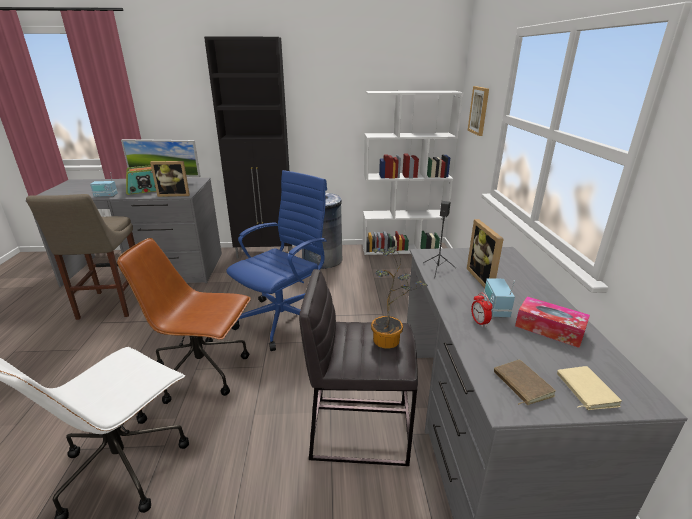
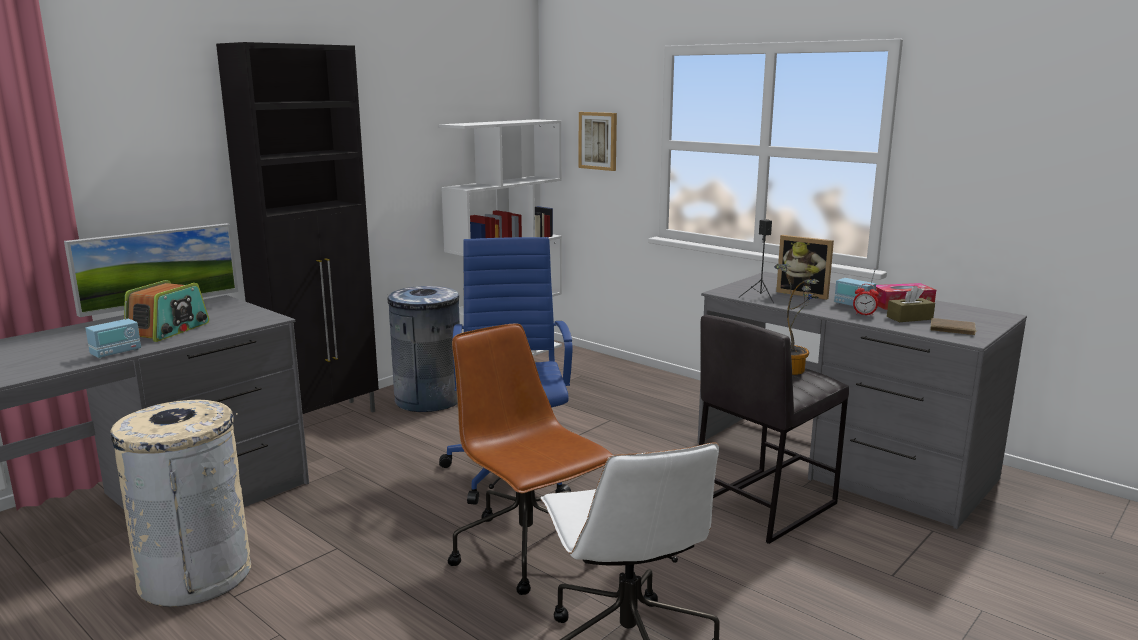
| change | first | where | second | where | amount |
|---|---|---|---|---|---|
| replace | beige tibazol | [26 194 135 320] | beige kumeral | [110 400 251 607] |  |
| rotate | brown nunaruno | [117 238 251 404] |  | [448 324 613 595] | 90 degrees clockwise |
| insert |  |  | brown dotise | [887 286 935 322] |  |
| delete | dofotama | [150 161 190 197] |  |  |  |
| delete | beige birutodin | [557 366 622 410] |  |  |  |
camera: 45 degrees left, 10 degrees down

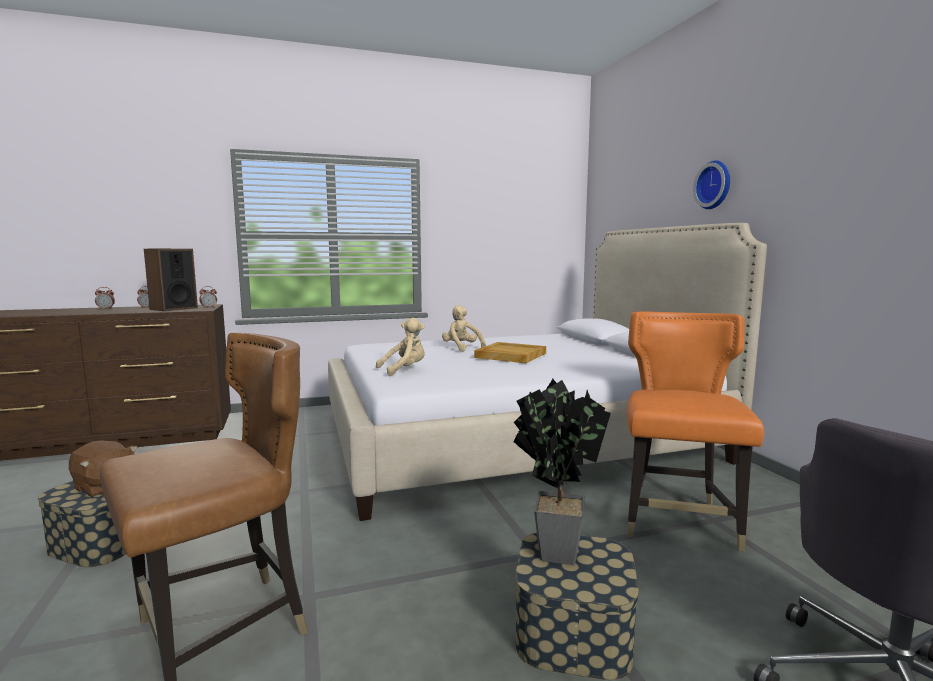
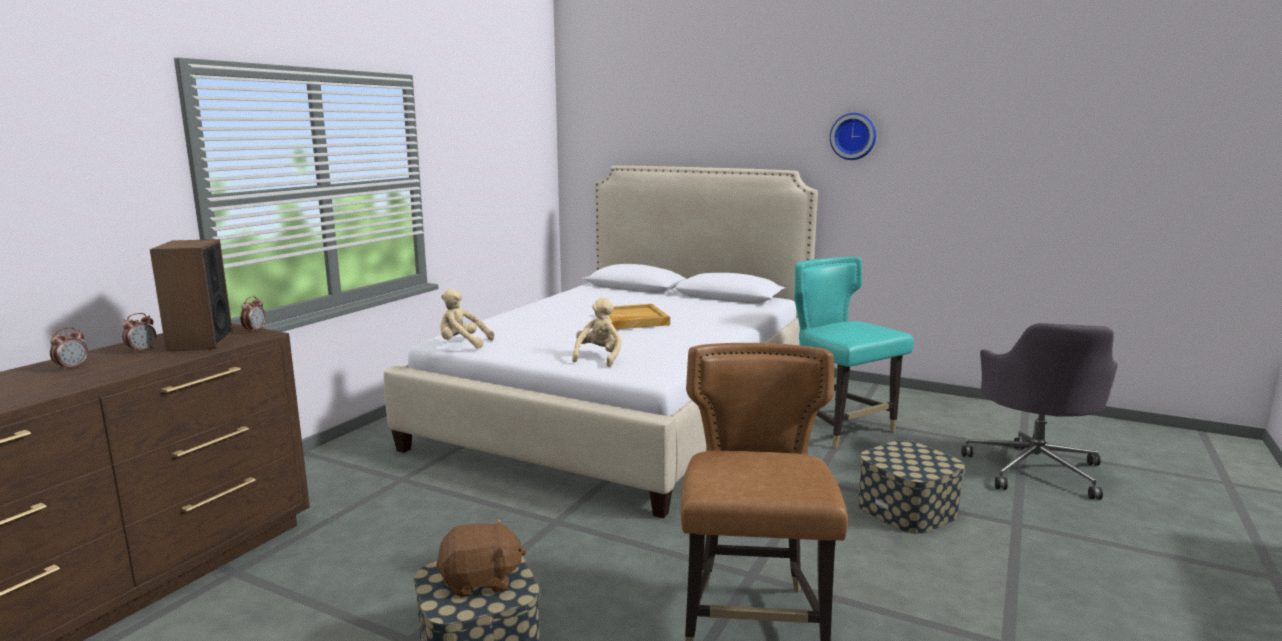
| change | first | where | second | where | amount |
|---|---|---|---|---|---|
| move | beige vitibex | [442 305 486 351] |  | [440 289 494 349] |  |
| recolor | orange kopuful | [627 311 764 551] | turquoise kopuful | [794 257 914 449] |  |
| move | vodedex | [693 160 730 209] |  | [830 113 876 160] |  |
| delete | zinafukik | [513 379 611 565] |  |  |  |
camera: 45 degrees left, 5 degrees up

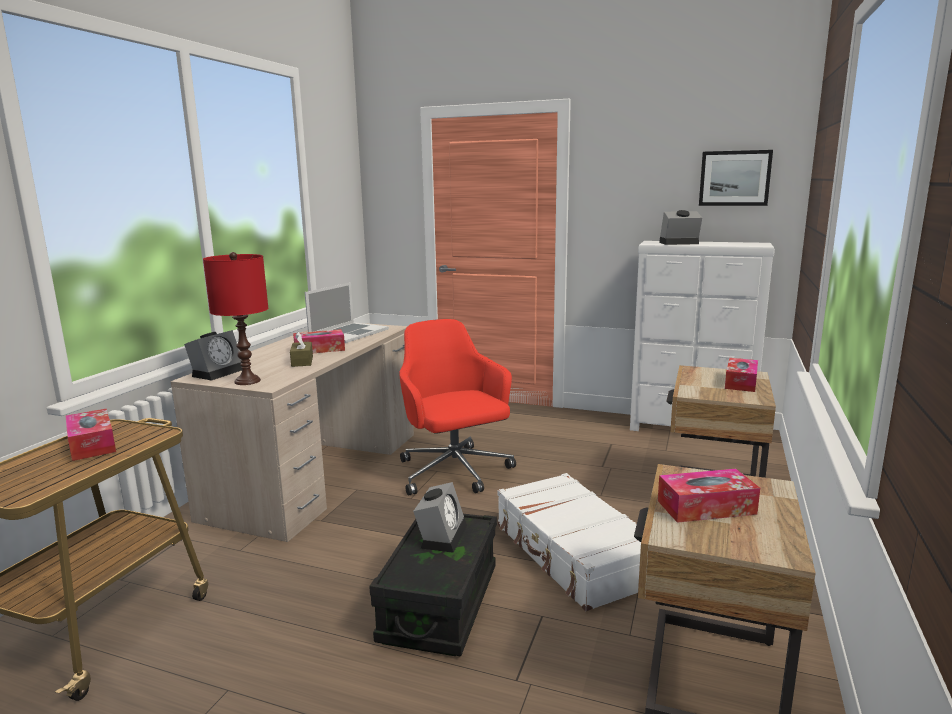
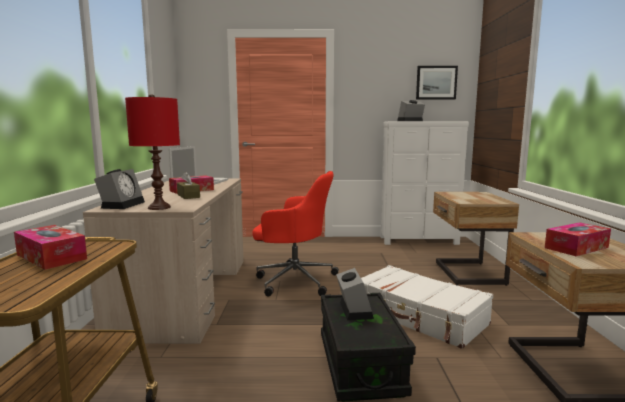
| change | first | where | second | where | amount |
|---|---|---|---|---|---|
| rotate | red nunaruno | [399 319 516 496] |  | [252 171 339 296] | 150 degrees clockwise |
| delete | dotise | [725 358 758 392] |  |  |  |
camera: 20 degrees left, 5 degrees down

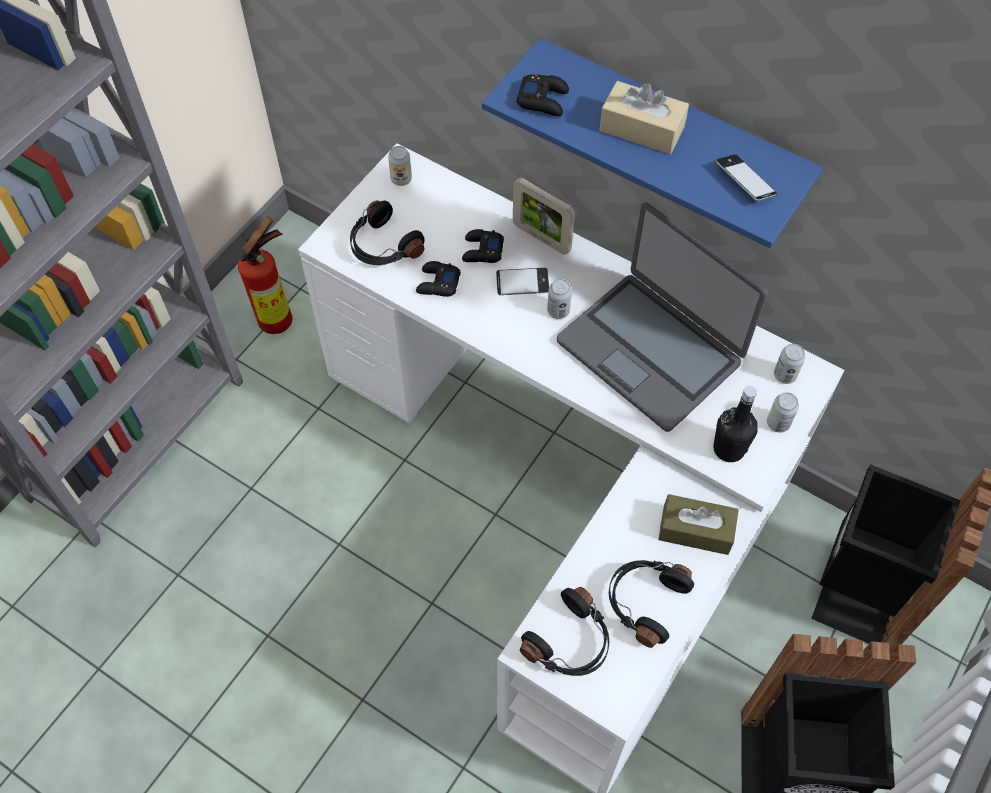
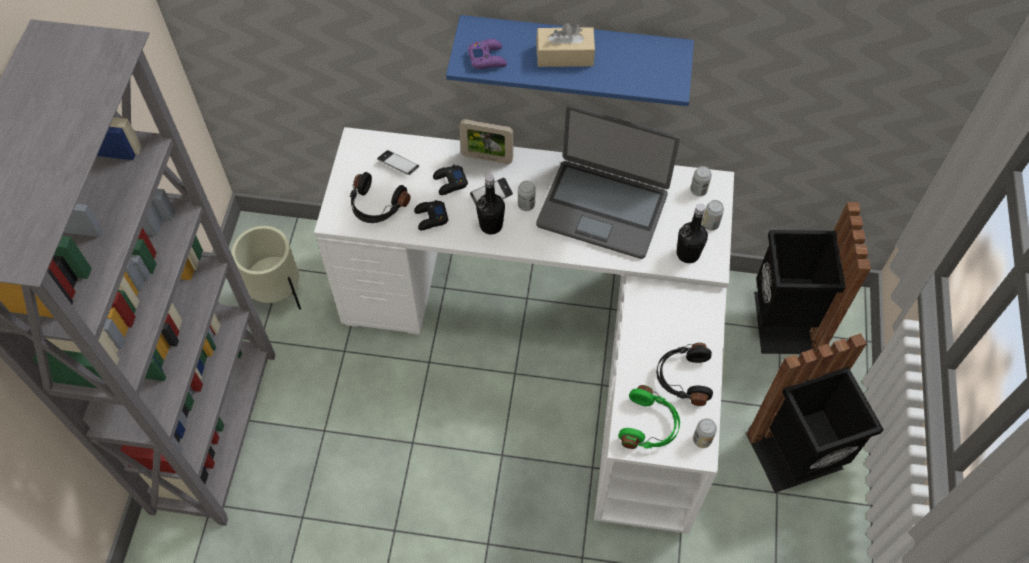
| change | first | where | second | where | amount |
|---|---|---|---|---|---|
| replace | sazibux | [238 216 292 334] | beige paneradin | [231 226 301 310] |  |
| move | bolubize | [715 154 777 202] |  | [377 150 419 175] |  |
| recolor | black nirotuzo | [517 74 569 116] | purple nirotuzo | [468 39 507 69] |  |
| insert |  |  | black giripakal | [476 174 505 234] |  |
| recolor | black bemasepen | [520 587 609 676] | green bemasepen | [618 385 680 449] |  |
| move | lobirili | [388 146 412 186] |  | [693 419 717 448] |  |
| delete | brown dotise | [659 494 739 555] |  |  |  |
camera: 25 degrees left, 0 degrees up

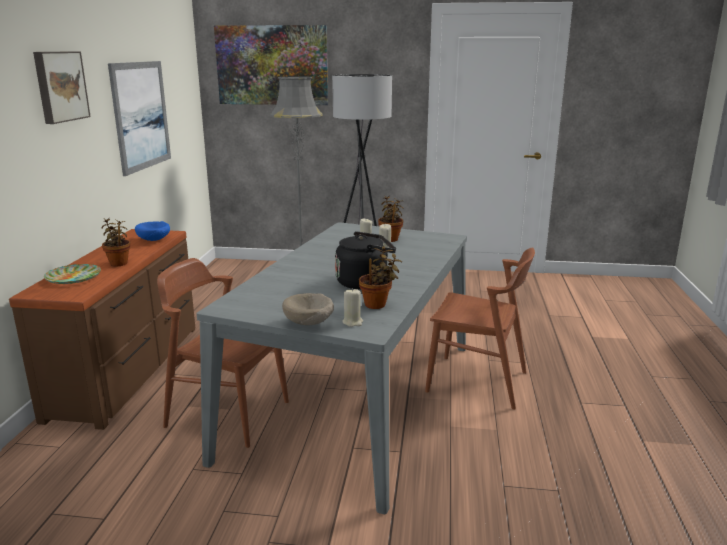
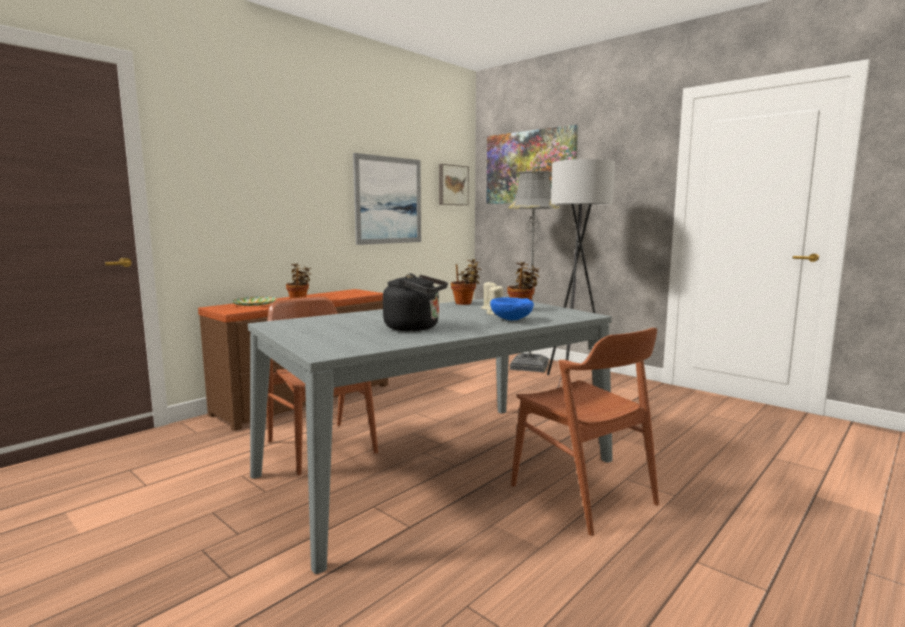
| change | first | where | second | where | amount |
|---|---|---|---|---|---|
| move | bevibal | [33 51 91 124] |  | [439 164 469 205] |  |
| move | zinafukik | [359 246 402 309] |  | [451 259 482 305] |  |
| move | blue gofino | [135 221 170 241] |  | [490 297 534 320] |  |
| delete | beige gofino | [282 293 334 325] |  |  |  |
| delete | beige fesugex | [342 288 363 327] |  |  |  |
camera: 35 degrees right, 10 degrees down

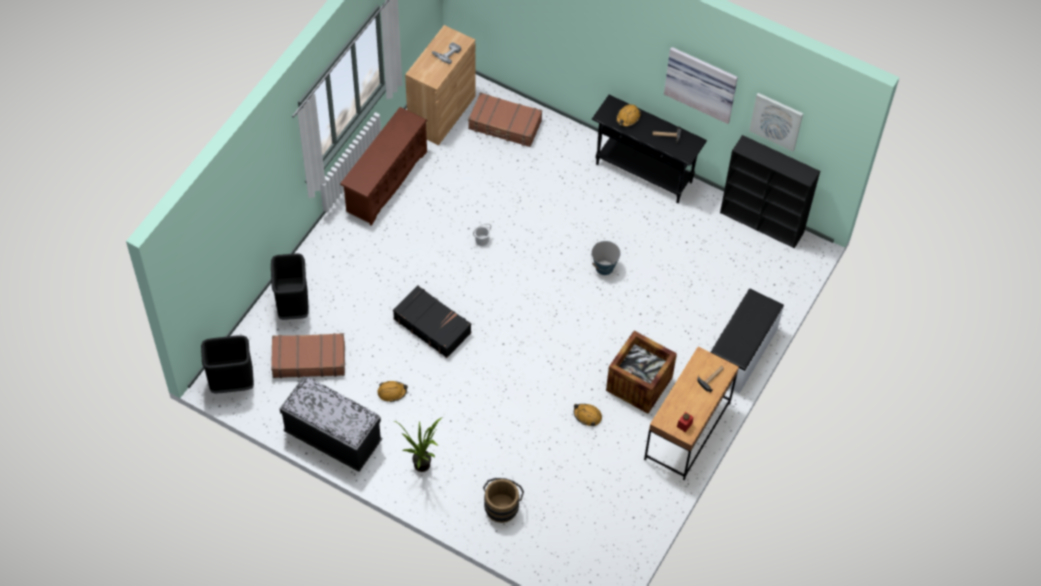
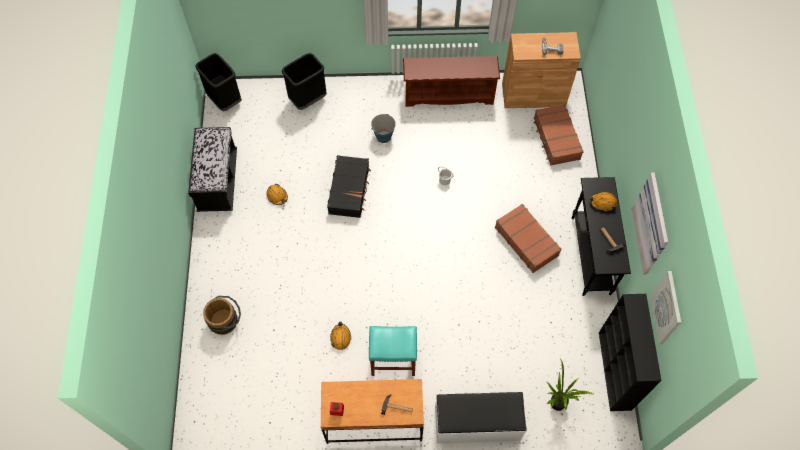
| change | first | where | second | where | amount |
|---|---|---|---|---|---|
| replace | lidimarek | [606 331 677 414] | turquoise tibazol | [369 326 417 376] |  |
| move | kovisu | [591 241 621 275] |  | [371 114 396 143] |  |
| move | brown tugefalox | [271 333 345 378] |  | [495 204 562 273] |  |
| move | zinafukik | [395 417 442 472] |  | [547 357 593 411] |  |
camera: 60 degrees right, 5 degrees up

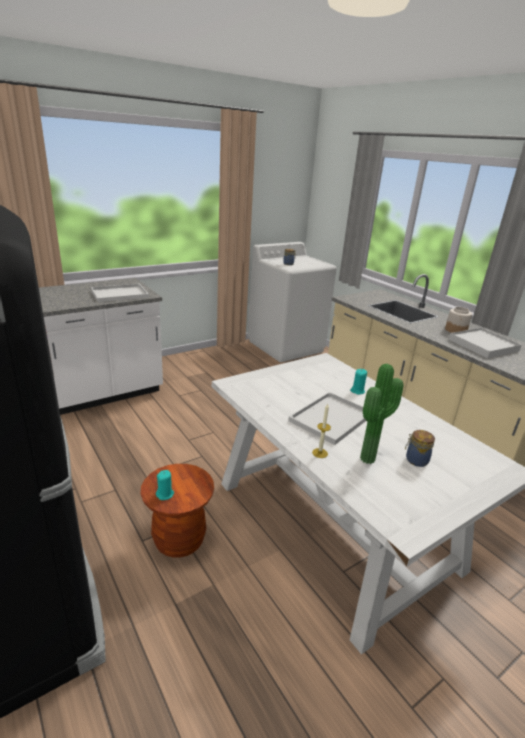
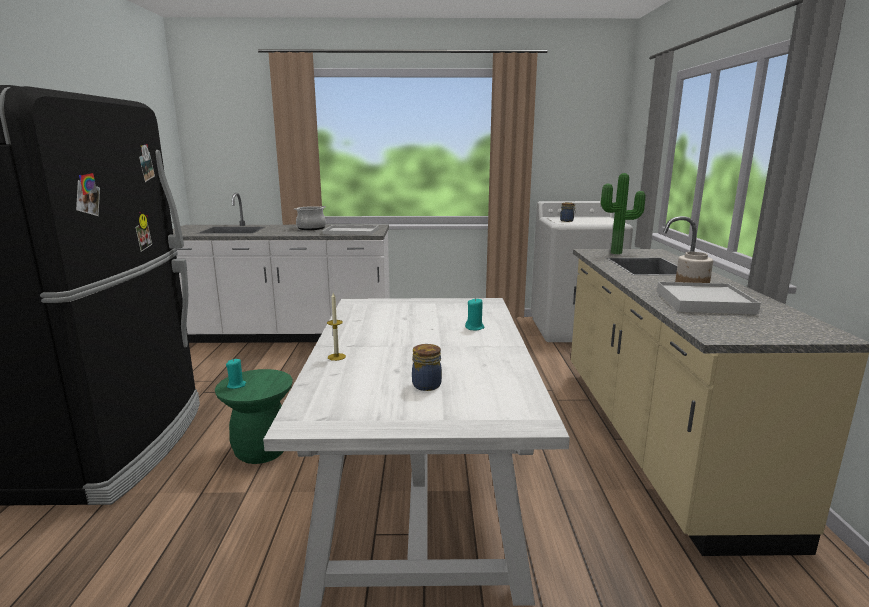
| change | first | where | second | where | amount |
|---|---|---|---|---|---|
| recolor | brown tibazol | [141 464 214 557] | green tibazol | [215 369 293 464] |  |
| insert |  |  | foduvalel | [294 206 326 230] |  |
| move | zinafukik | [360 364 403 464] |  | [601 173 645 254] |  |
| delete | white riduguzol | [288 392 366 445] |  |  |  |
camera: 35 degrees right, 10 degrees down

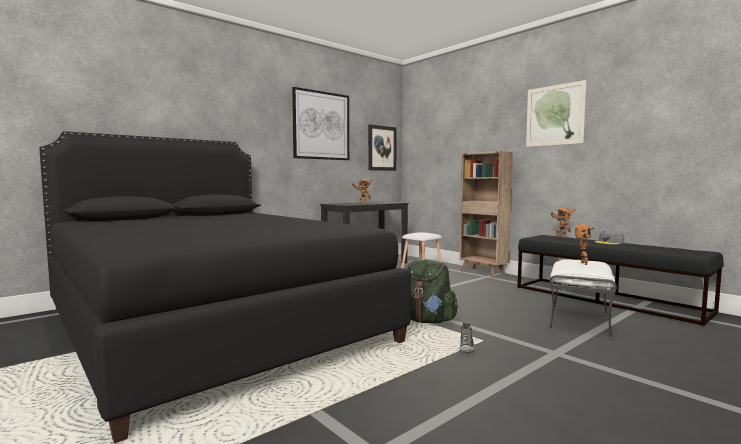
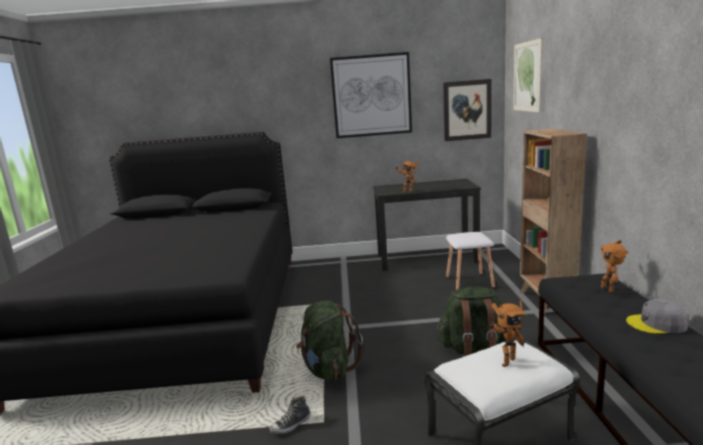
| change | first | where | second | where | amount |
|---|---|---|---|---|---|
| insert |  |  | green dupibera | [436 287 506 357] |  |
| move | bevibal | [526 80 587 147] |  | [513 38 543 112] |  |
camera: 40 degrees right, 10 degrees up

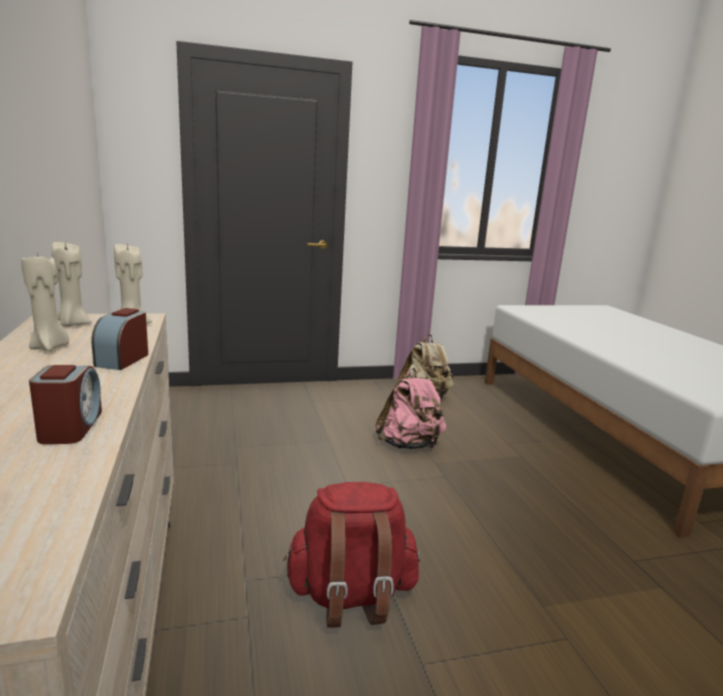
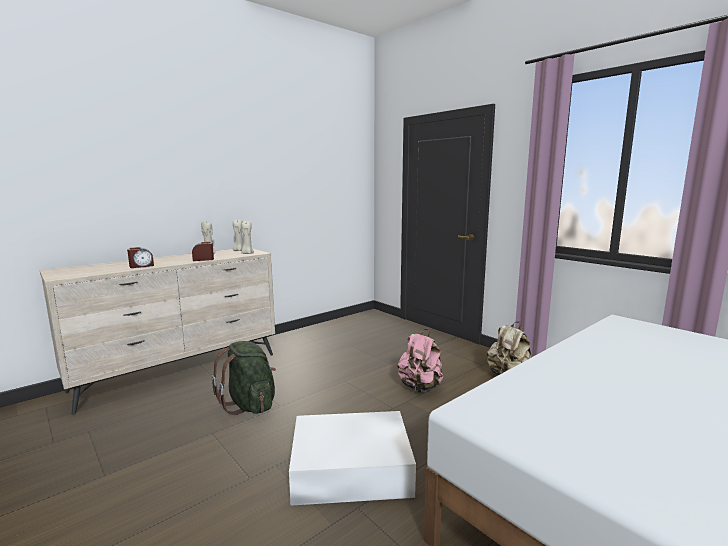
| change | first | where | second | where | amount |
|---|---|---|---|---|---|
| recolor | red dupibera | [283 482 420 628] | green dupibera | [212 341 276 415] |  |
| insert |  |  | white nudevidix | [289 411 416 506] |  |
camera: 65 degrees right, 5 degrees down

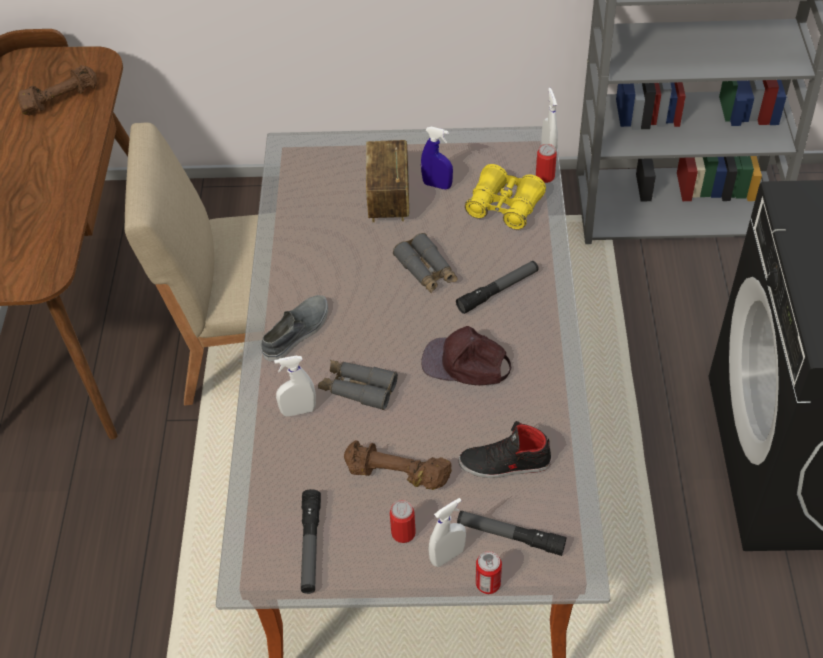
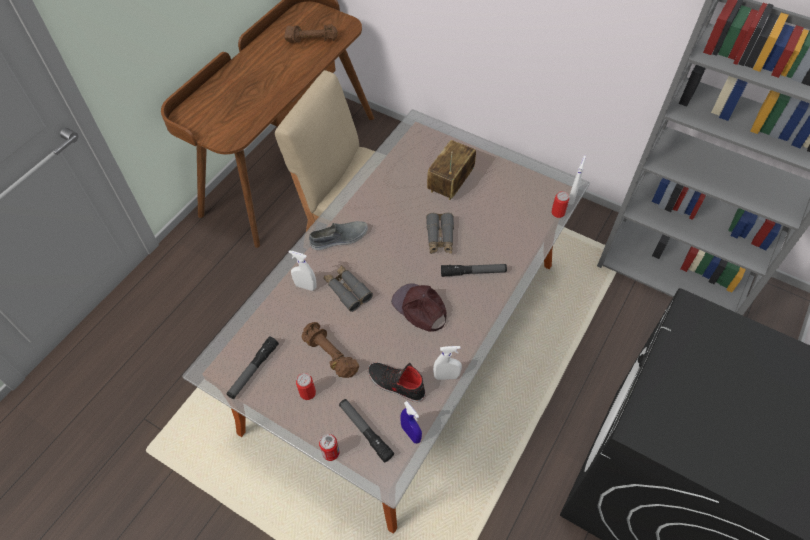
| change | first | where | second | where | amount |
|---|---|---|---|---|---|
| move | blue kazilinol | [421 127 453 190] |  | [400 401 422 444] |  |
| move | white kazilinol | [428 498 466 567] |  | [433 346 462 380] |  |
| delete | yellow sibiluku | [465 164 546 230] |  |  |  |
camera: 30 degrees right, 5 degrees up

